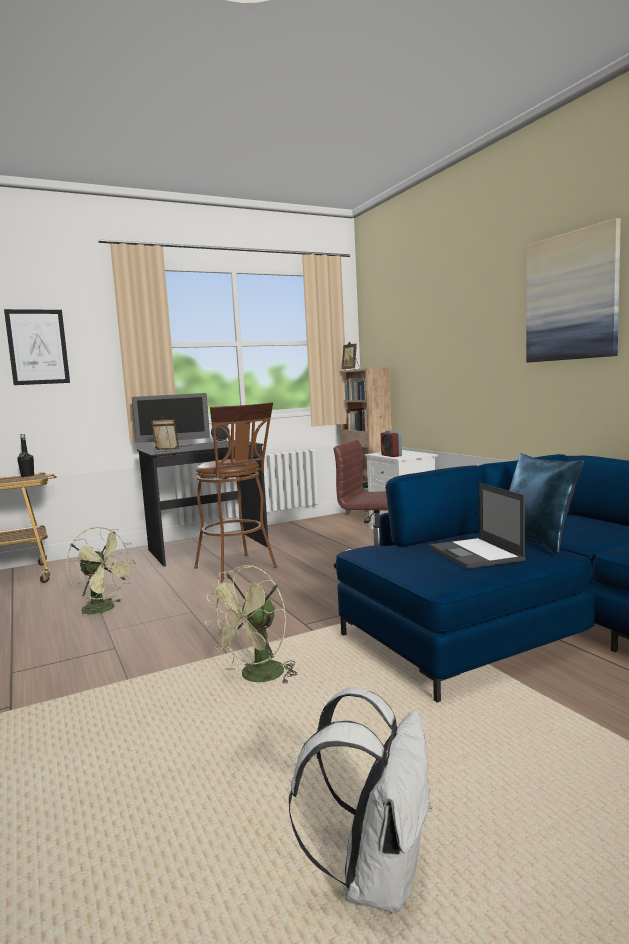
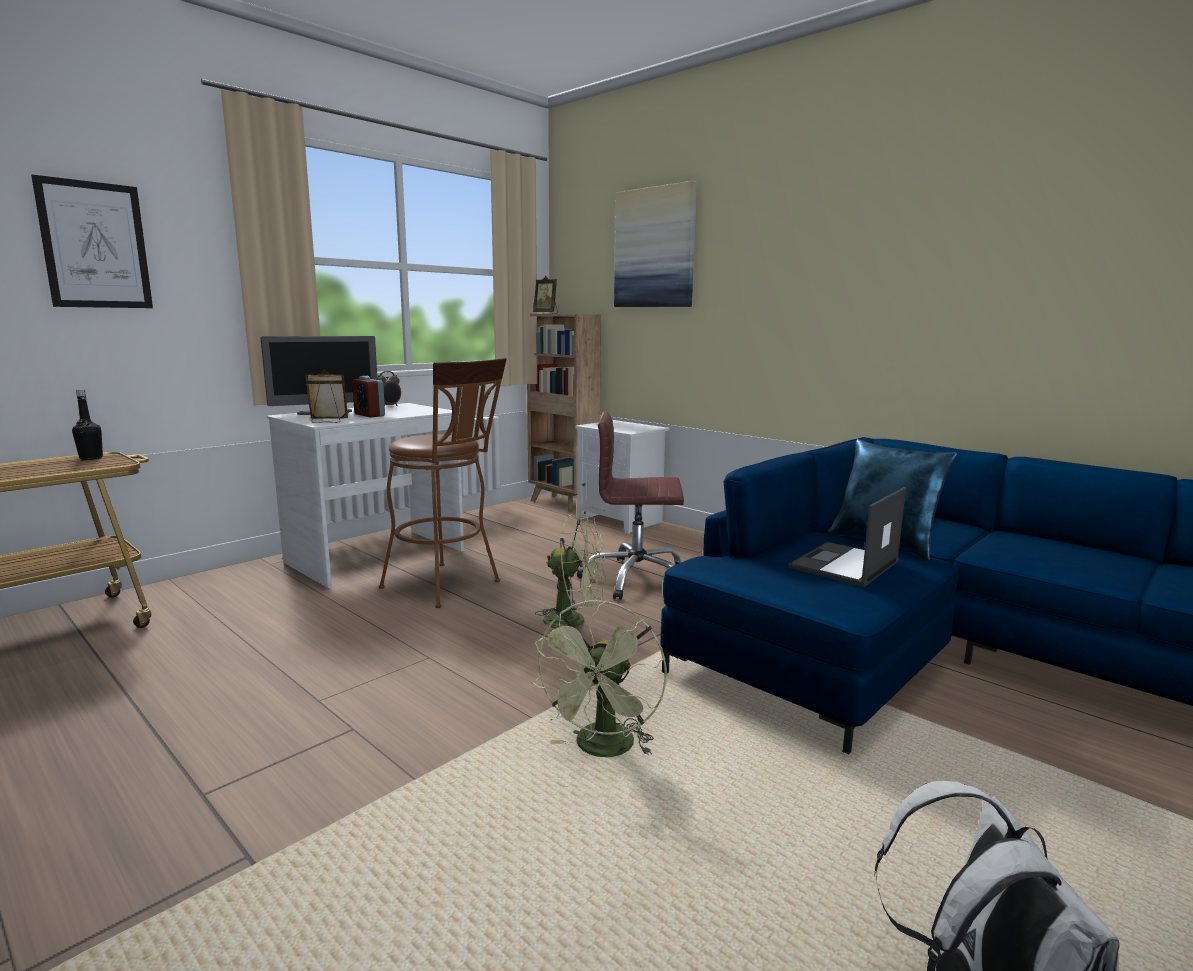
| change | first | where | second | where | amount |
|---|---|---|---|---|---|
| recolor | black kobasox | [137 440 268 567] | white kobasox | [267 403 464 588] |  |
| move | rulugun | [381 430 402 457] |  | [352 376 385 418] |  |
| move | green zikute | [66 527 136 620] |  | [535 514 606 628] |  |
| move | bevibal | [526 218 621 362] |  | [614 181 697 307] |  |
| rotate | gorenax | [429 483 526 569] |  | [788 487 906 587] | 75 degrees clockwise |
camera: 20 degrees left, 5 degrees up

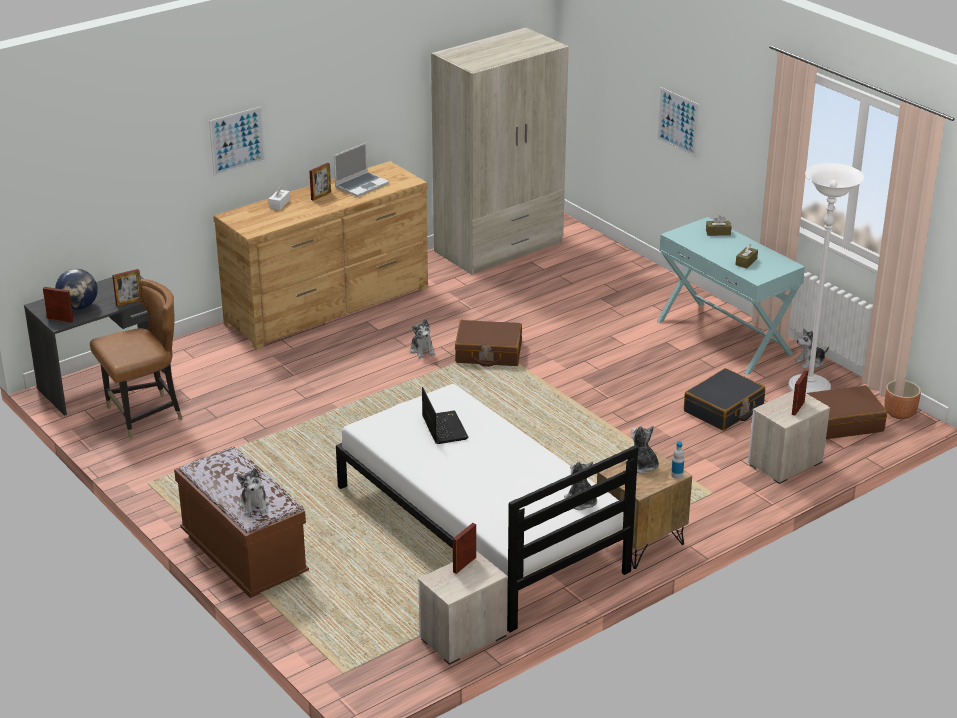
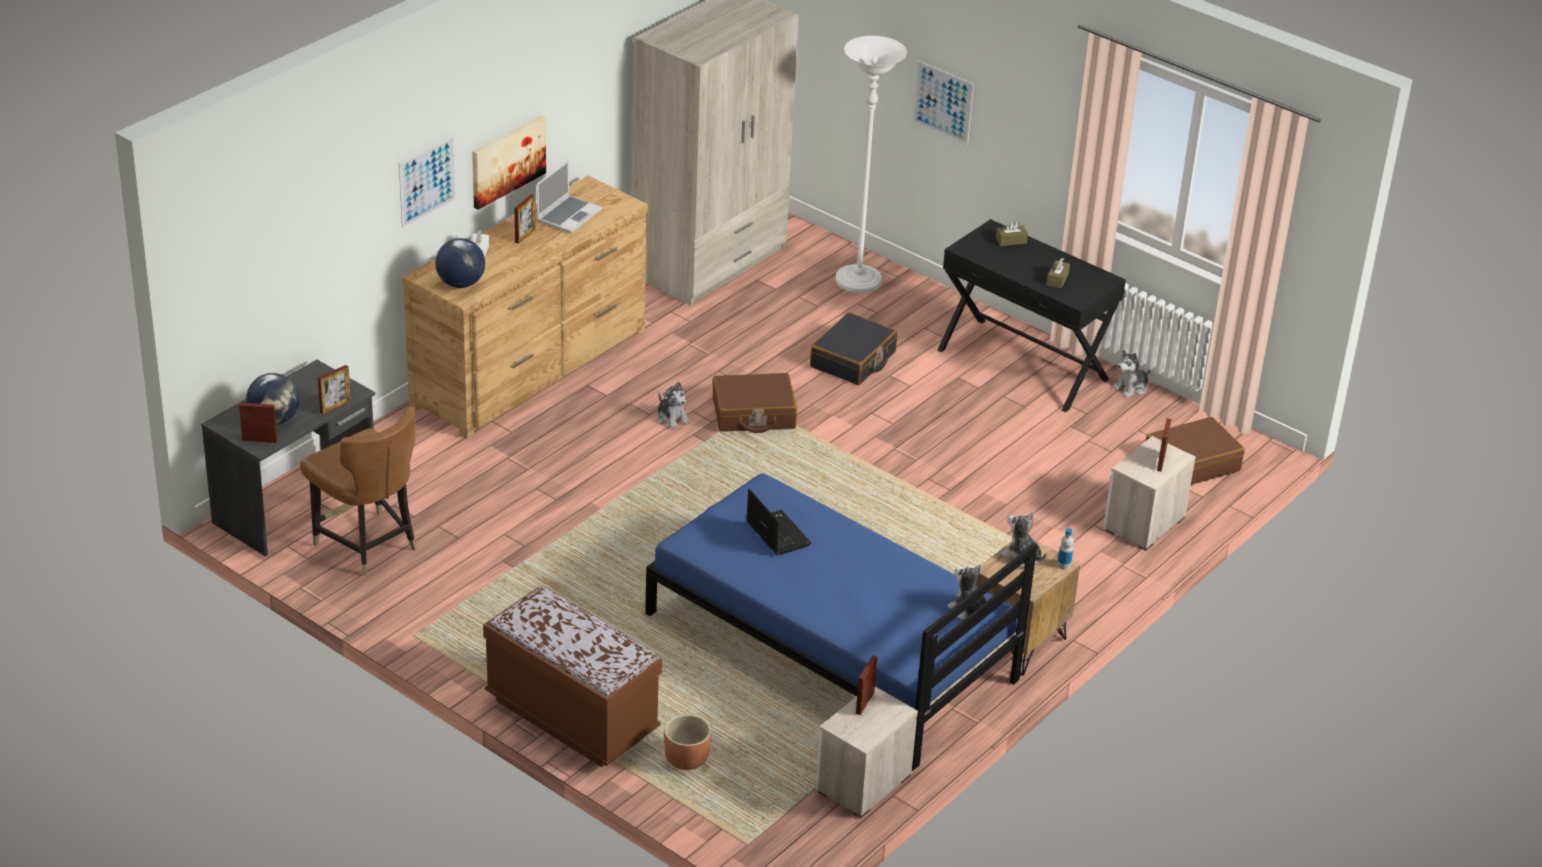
| change | first | where | second | where | amount |
|---|---|---|---|---|---|
| rotate | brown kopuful | [90 279 182 439] |  | [300 406 417 576] | 90 degrees clockwise |
| insert |  |  | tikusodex | [435 238 485 288] |  |
| insert |  |  | bevibal | [472 116 546 210] |  |
| recolor | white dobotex | [336 384 638 633] | blue dobotex | [645 473 1037 771] |  |
| move | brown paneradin | [884 380 921 419] |  | [664 714 711 770] |  |
| move | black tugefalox | [684 368 765 430] |  | [810 312 897 385] |  |
| move | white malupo | [788 163 864 393] |  | [836 36 907 293] |  |
| recolor | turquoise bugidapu | [657 217 805 375] | black bugidapu | [937 219 1126 412] |  |
| delete | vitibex | [237 468 270 516] |  |  |  |
camera: 15 degrees left, 5 degrees up

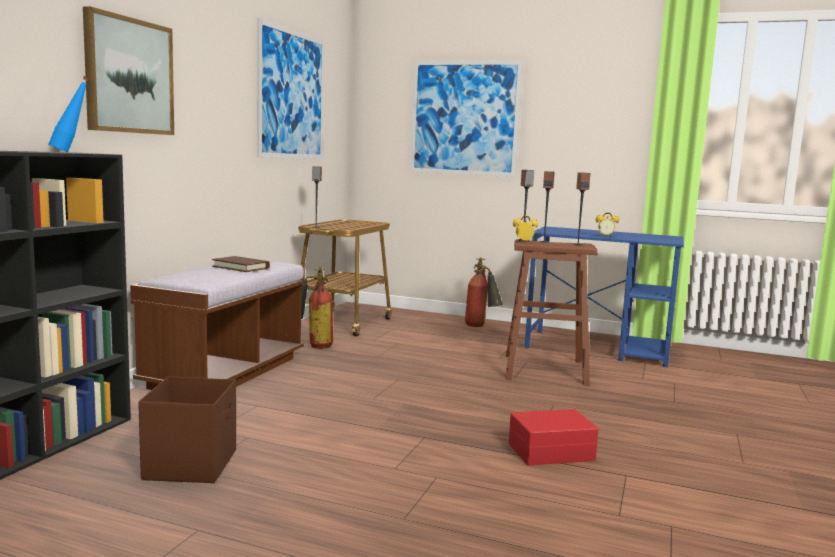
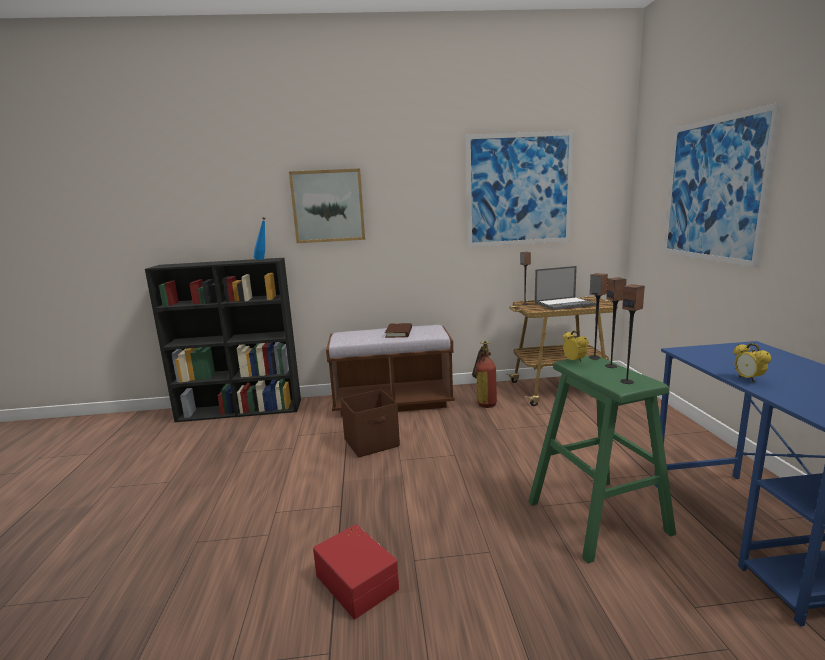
| change | first | where | second | where | amount |
|---|---|---|---|---|---|
| move | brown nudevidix | [138 376 236 483] |  | [341 389 400 458] |  |
| recolor | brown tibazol | [505 240 598 386] | green tibazol | [528 355 676 564] |  |
| insert |  |  | gorenax | [535 266 596 310] |  |
| delete | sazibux | [465 257 503 327] |  |  |  |
camera: 65 degrees right, 5 degrees up

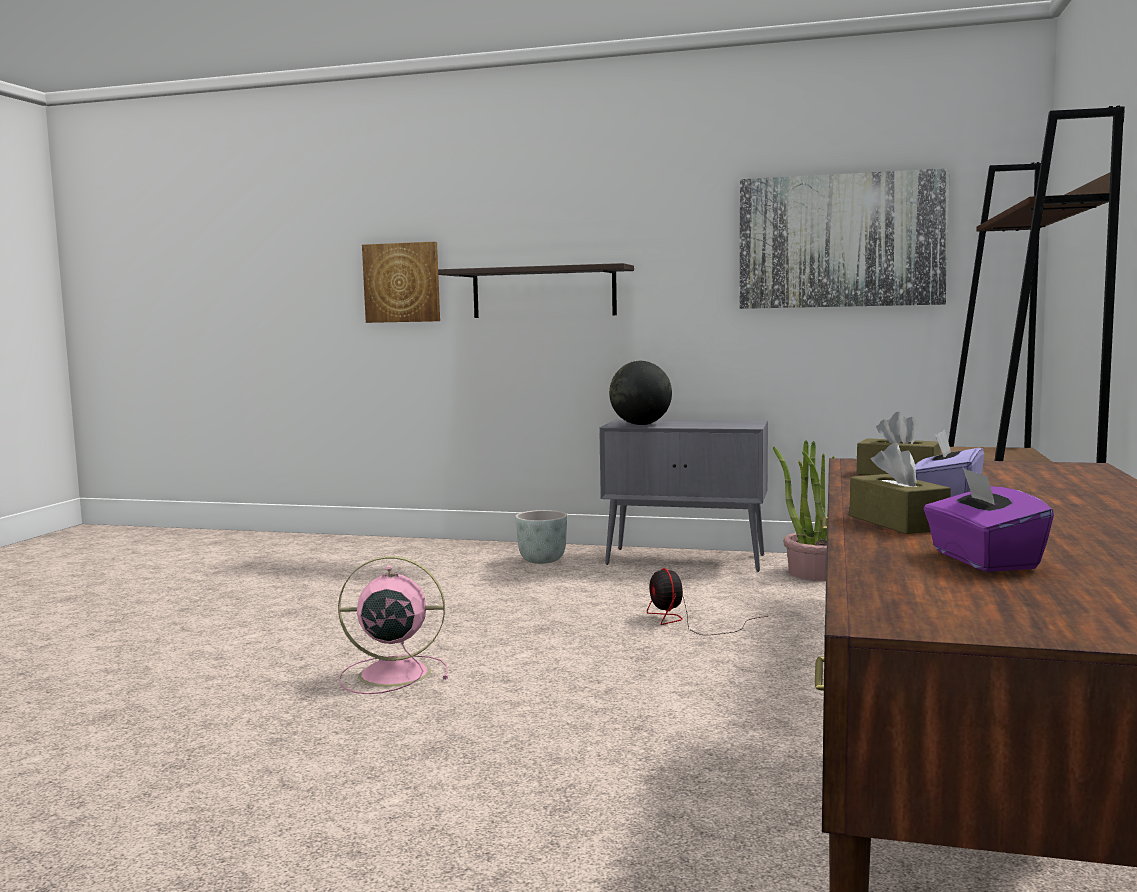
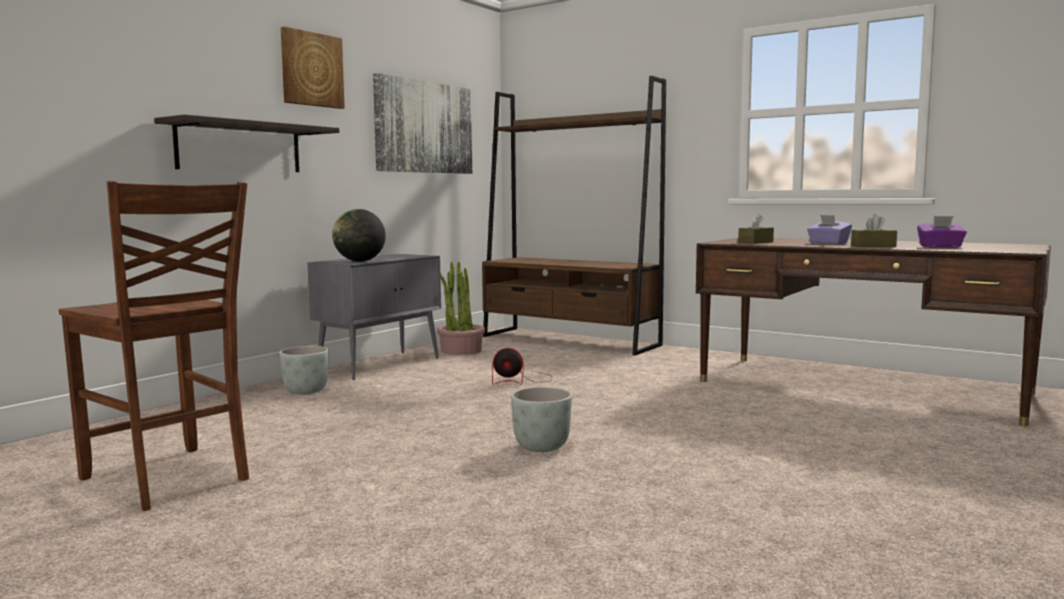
| change | first | where | second | where | amount |
|---|---|---|---|---|---|
| insert |  |  | brown kopuful | [59 181 249 511] |  |
| move | bevibal | [362 242 440 323] |  | [281 27 345 109] |  |
| replace | pink zikute | [338 556 448 694] | grey paneradin | [511 387 572 452] |  |
camera: 70 degrees left, 0 degrees up

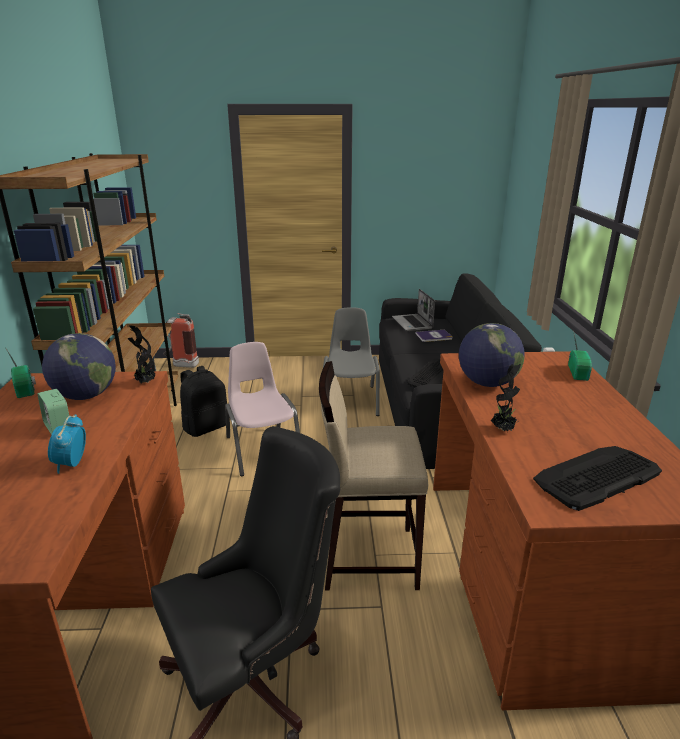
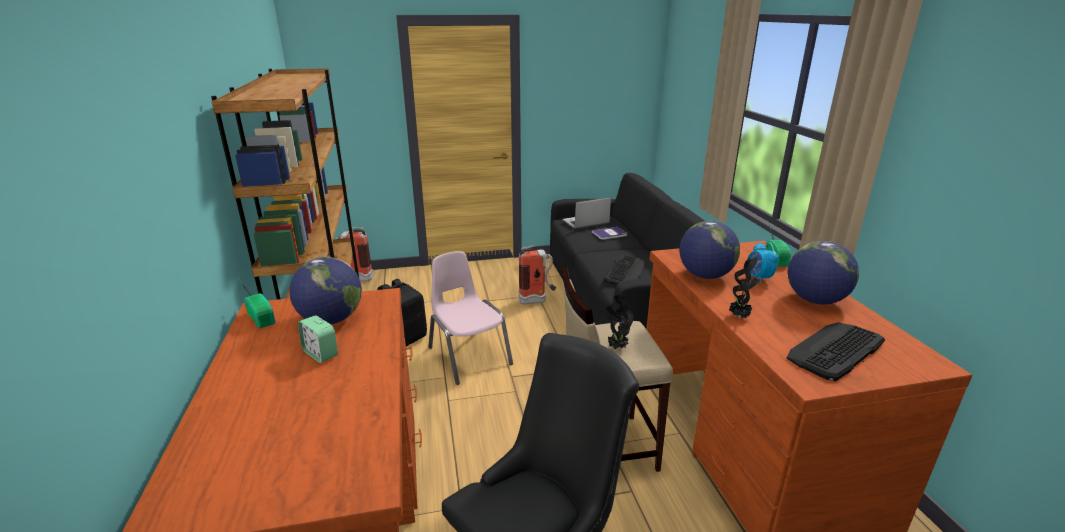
| change | first | where | second | where | amount |
|---|---|---|---|---|---|
| replace | grey kopuful | [323 307 380 416] | sazibux | [518 245 556 304] |  |
| rotate | gorenax | [392 289 435 331] |  | [562 197 611 229] | 90 degrees clockwise |
| move | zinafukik | [128 325 156 383] |  | [606 295 634 349] |  |
| move | rulugun | [48 414 86 474] |  | [747 242 779 283] |  |
| insert |  |  | tikusodex | [788 241 859 304] |  |
camera: 10 degrees left, 0 degrees up

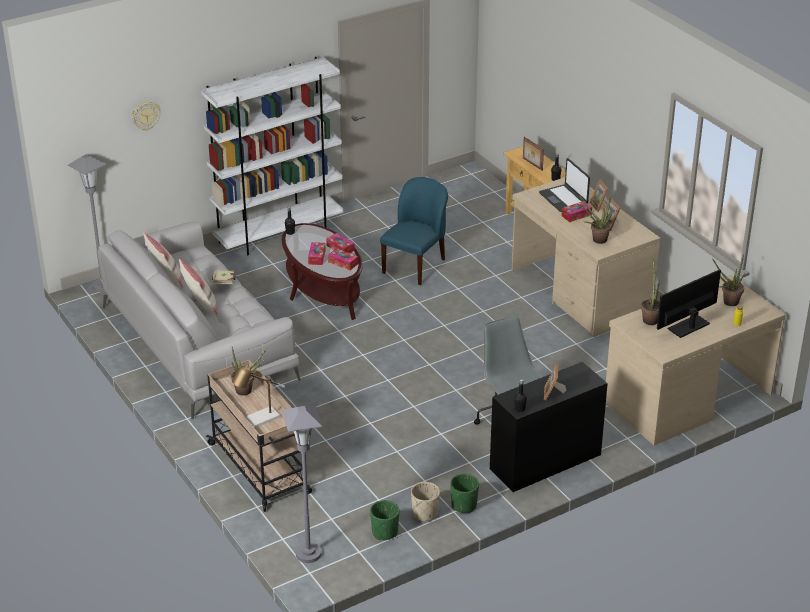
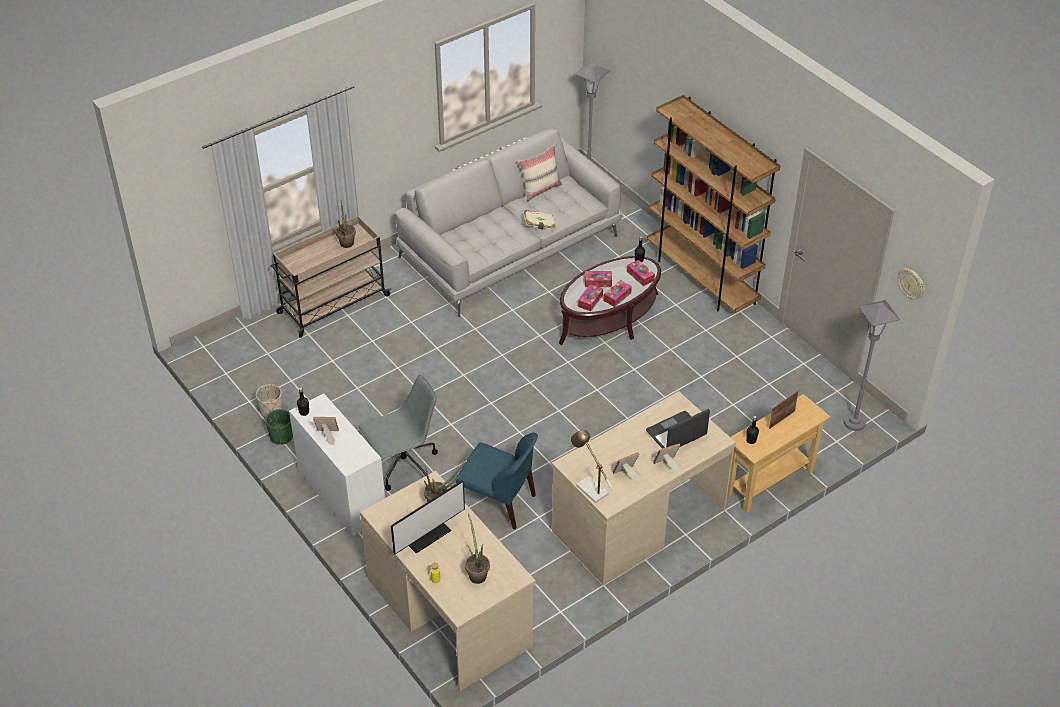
| change | first | where | second | where | amount |
|---|---|---|---|---|---|
| recolor | black kobasox | [490 362 608 492] | white kobasox | [289 393 385 536] |  |
| rotate | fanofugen | [657 269 721 338] |  | [391 480 465 555] | 90 degrees clockwise |
| move | blue kopuful | [380 177 448 285] |  | [456 433 538 529] |  |
| move | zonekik | [232 364 285 428] |  | [571 430 612 503] |  |
| move | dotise | [561 201 592 222] |  | [627 260 655 286] |  |
| recolor | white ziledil | [201 57 343 256] | brown ziledil | [647 95 780 313] |  |
| move | grey malupo | [282 405 322 563] |  | [843 300 900 431] |  |
| move | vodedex | [132 102 161 130] |  | [898 268 925 300] |  |
| delete | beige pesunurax | [179 259 218 317] |  |  |  |
| delete | green paneradin | [370 500 399 540] |  |  |  |
| delete | zinafukik | [578 193 612 244] |  |  |  |
camera: 85 degrees right, 10 degrees up

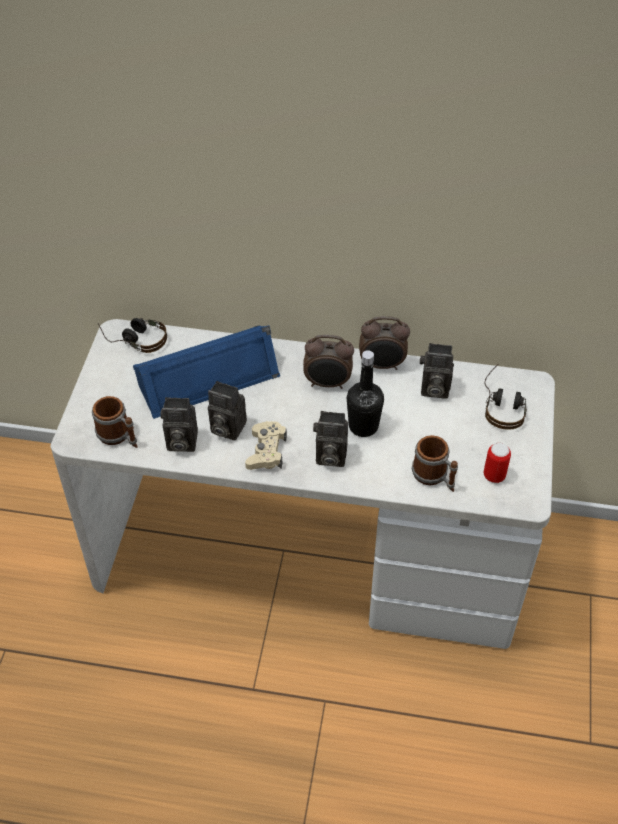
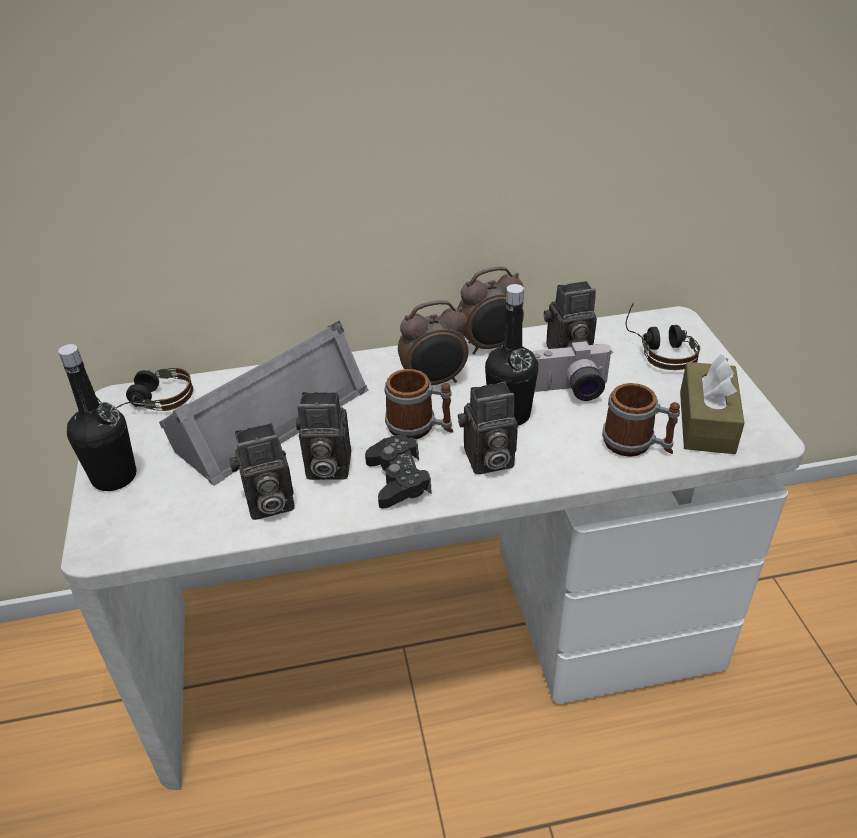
| change | first | where | second | where | amount |
|---|---|---|---|---|---|
| insert |  |  | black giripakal | [58 344 137 491] |  |
| recolor | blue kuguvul | [133 325 280 419] | grey kuguvul | [159 320 368 486] |  |
| recolor | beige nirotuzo | [245 421 287 470] | black nirotuzo | [365 435 432 509] |  |
| move | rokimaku | [92 396 138 448] |  | [384 369 453 439] |  |
| insert |  |  | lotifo | [532 340 613 401] |  |
| replace | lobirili | [484 443 511 483] | brown dotise | [680 354 745 454] |  |
camera: 20 degrees left, 10 degrees down

